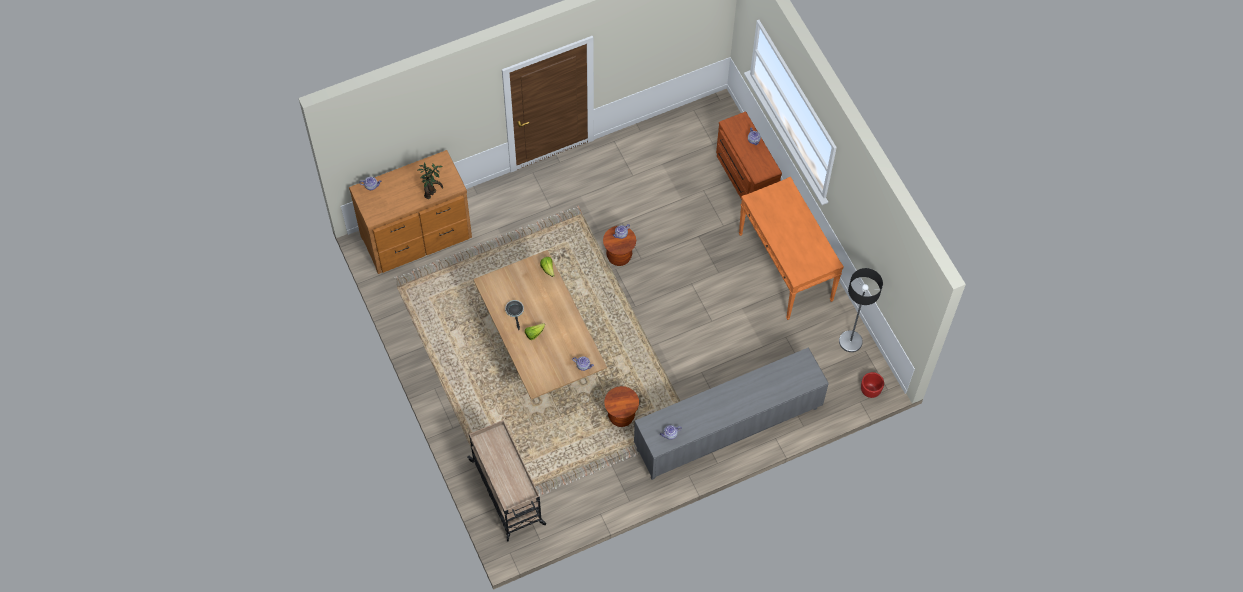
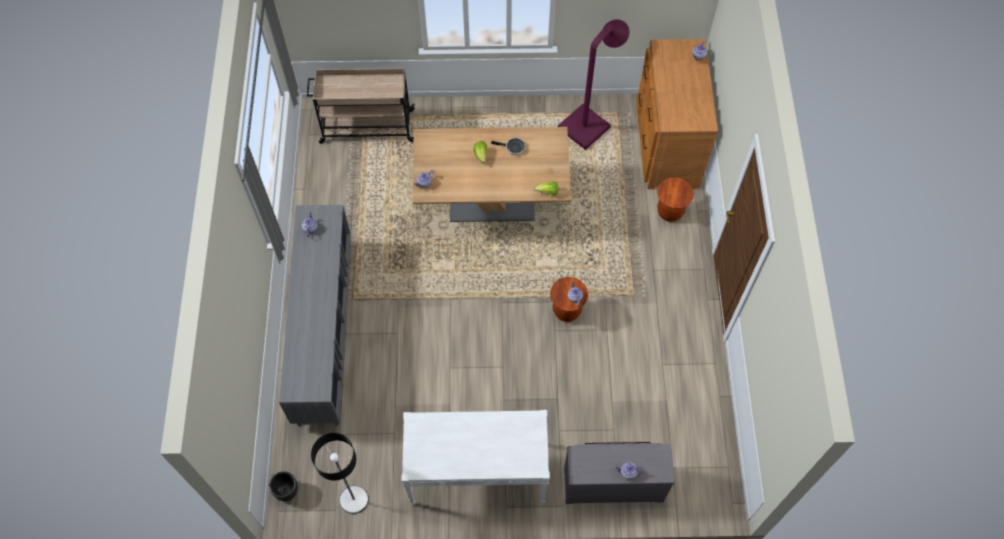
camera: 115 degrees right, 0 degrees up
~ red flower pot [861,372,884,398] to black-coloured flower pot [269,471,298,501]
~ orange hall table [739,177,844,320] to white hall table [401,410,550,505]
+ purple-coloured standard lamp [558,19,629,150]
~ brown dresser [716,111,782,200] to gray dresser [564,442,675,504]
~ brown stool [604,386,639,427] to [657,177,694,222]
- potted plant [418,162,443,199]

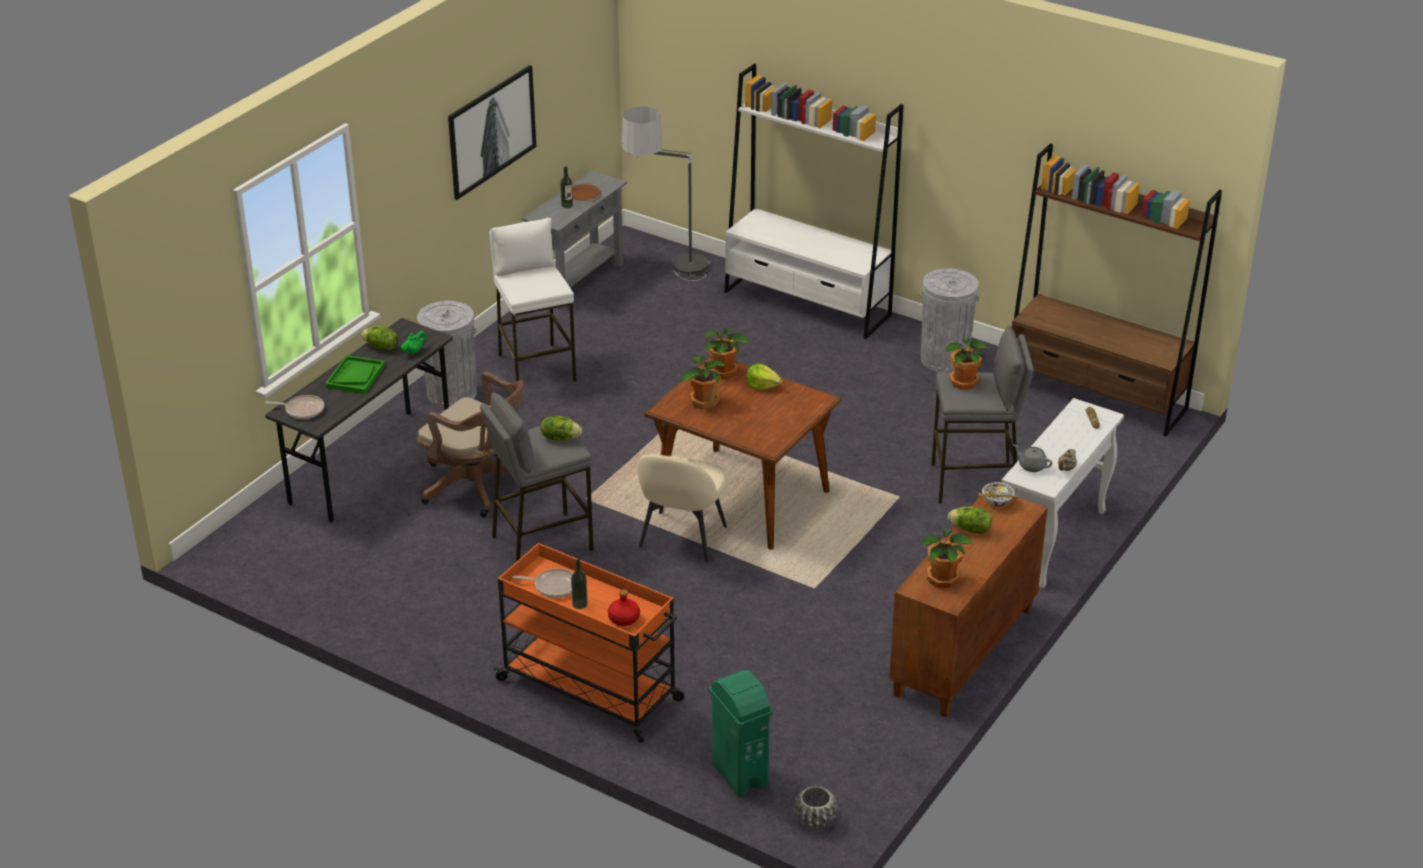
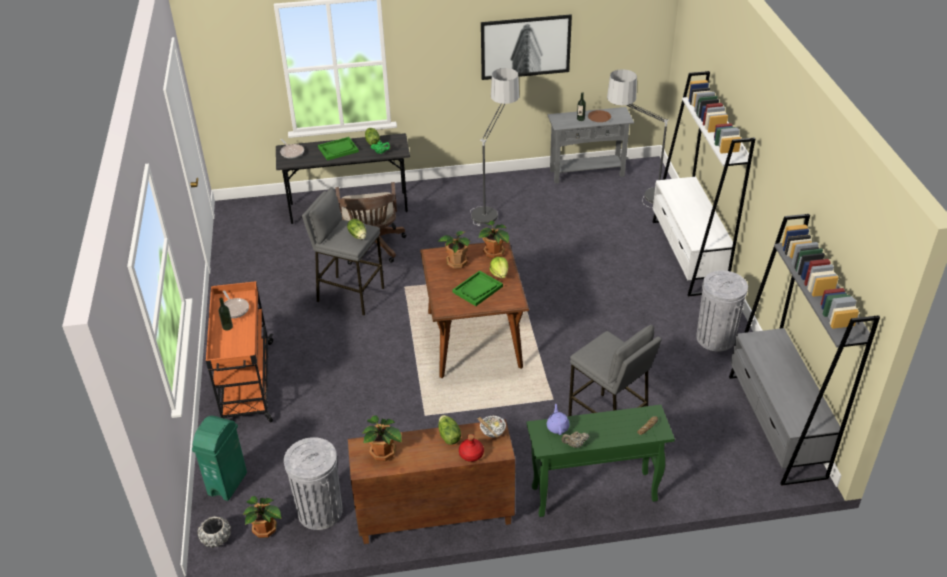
camera: 50 degrees right, 5 degrees up
~ potted plant [946,338,987,390] to [243,496,281,538]
~ gray waste bin [417,301,477,407] to [284,437,343,530]
+ green-coloured serving tray [453,271,503,306]
~ red bottle [608,589,640,626] to [459,434,484,462]
~ white stool [489,218,576,382] to standard lamp [470,68,519,226]
~ white hall table [1001,398,1124,588] to green-coloured hall table [527,405,675,517]
~ gray pot for tea [1013,444,1052,472] to purple-coloured pot for tea [547,404,570,435]
~ brown bookshelf [1012,143,1222,437] to gray bookshelf [729,214,880,486]
- beige upright chair [637,454,727,562]

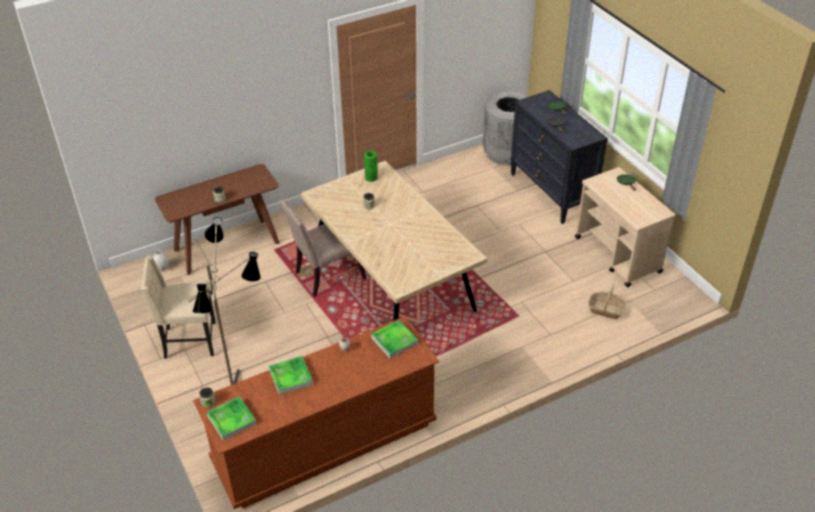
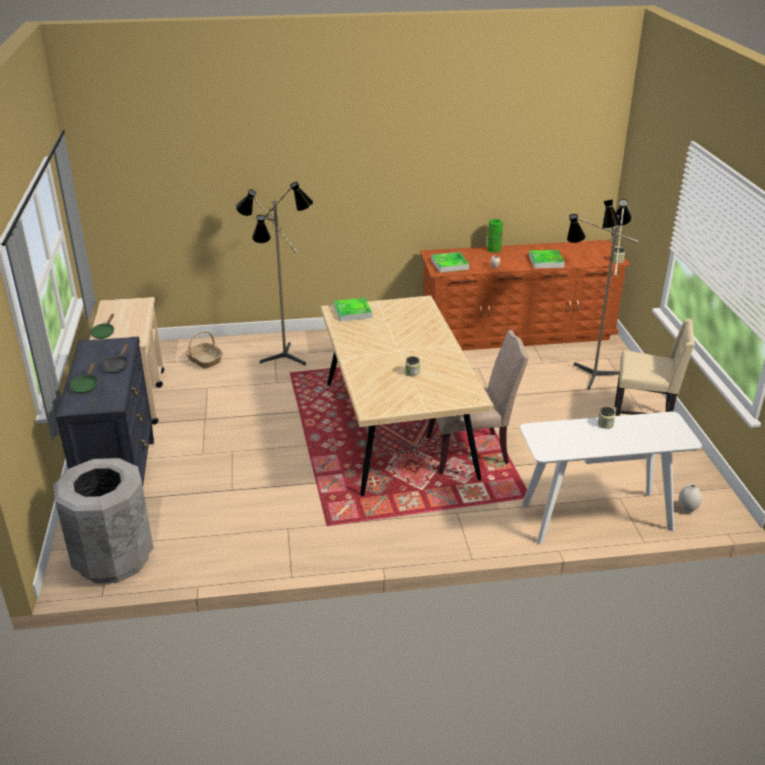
camera: 160 degrees left, 10 degrees down
+ standard lamp [236,182,313,366]
~ serving tray [207,396,256,441] to [334,298,372,321]
~ green-coloured vase [364,151,378,182] to [488,219,503,253]
~ brown hall table [155,164,280,275] to white hall table [520,412,702,544]

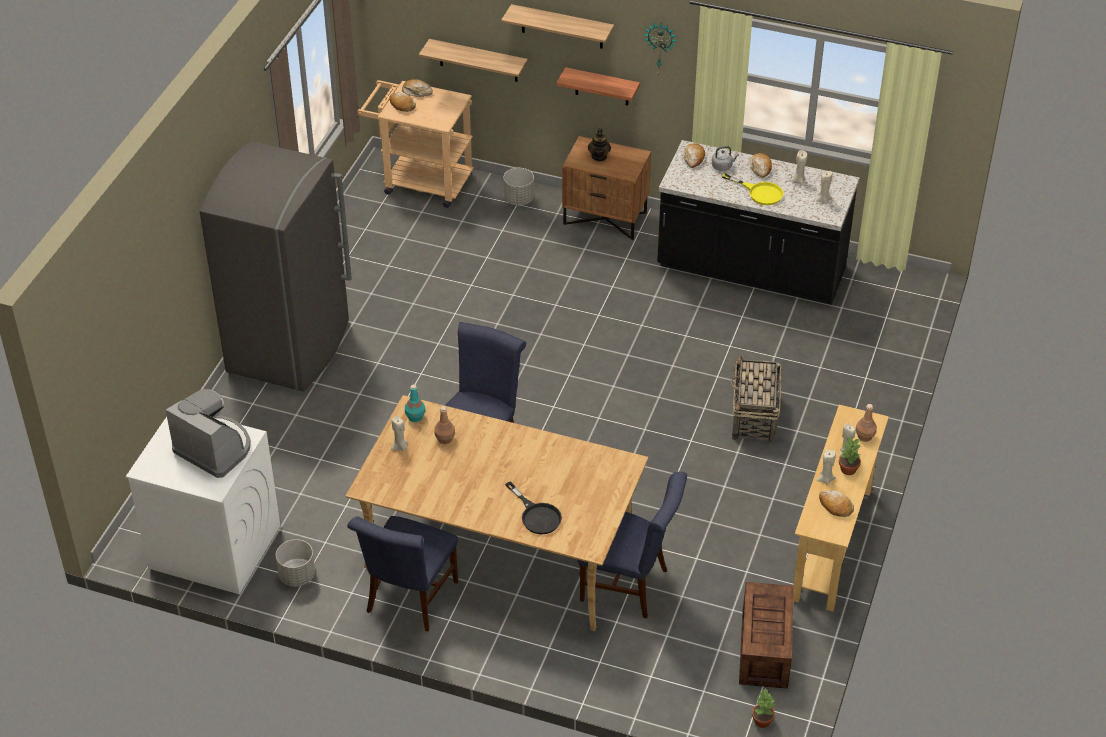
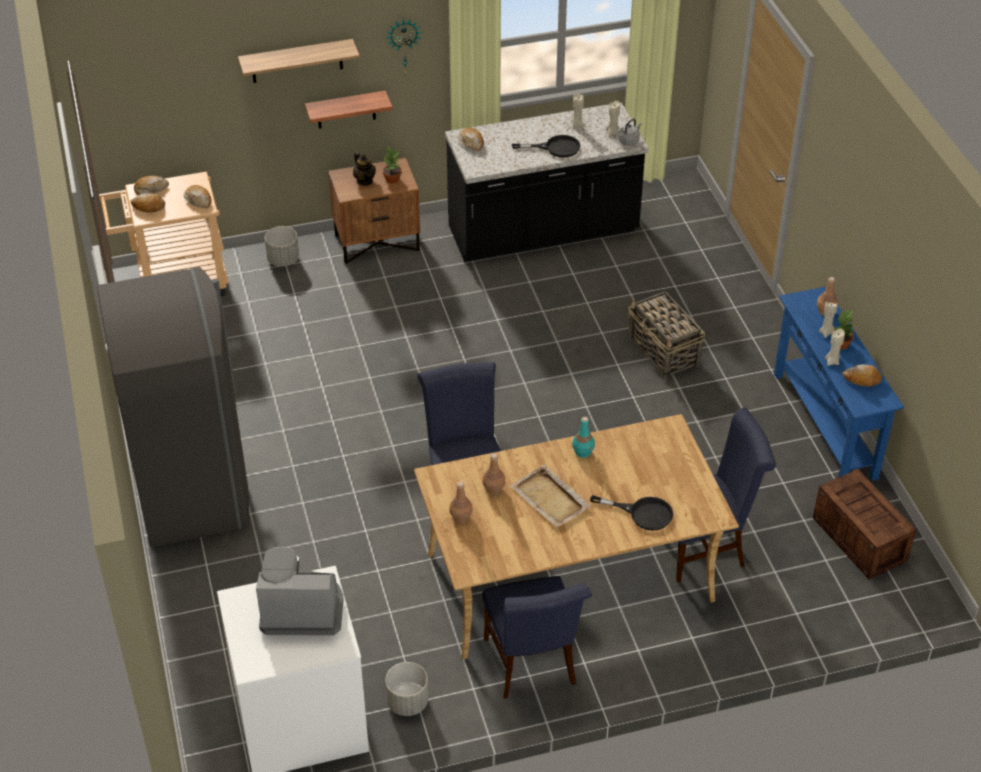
camera: 35 degrees left, 0 degrees up
~ bakery bread [749,153,772,178] to [184,185,211,208]
~ potted plant [752,687,776,728] to [383,145,402,184]
~ beige wax candle [391,416,407,451] to brown bottle [449,482,473,523]
+ beige serving tray [510,465,591,527]
~ yellowish frying pan [722,173,784,205] to black-coloured frying pan [512,135,580,158]
~ turquoise-coloured bottle [405,384,425,422] to [572,417,595,458]
~ gray water kettle [712,146,739,171] to [618,119,641,146]
~ beige hall table [793,404,889,612] to blue-coloured hall table [774,287,904,481]
- wall shelf [419,39,528,82]

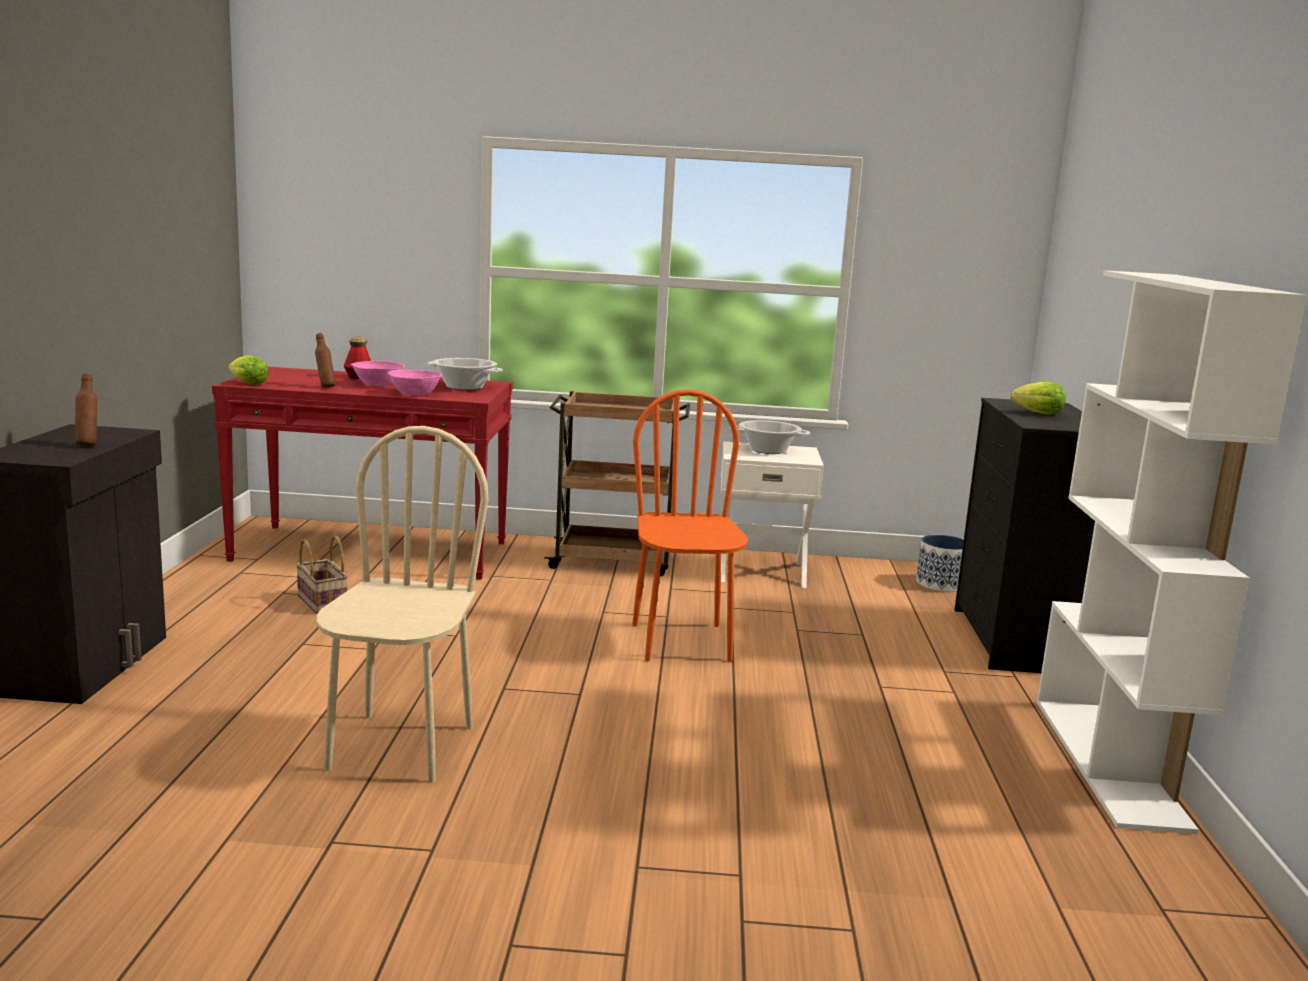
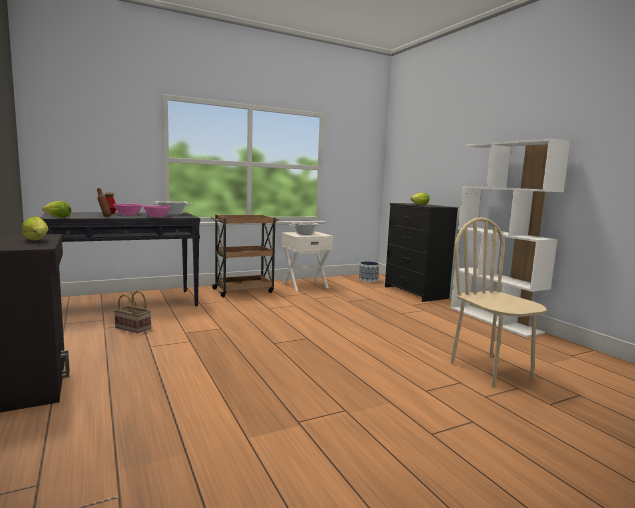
camera: 30 degrees left, 5 degrees down
~ brown bottle [75,373,97,446] to lettuce [22,216,49,241]
~ red hall table [212,367,513,580] to black-coloured hall table [40,212,200,306]
~ beige upright chair [316,426,489,783] to [450,217,547,388]
- orange upright chair [632,389,748,661]

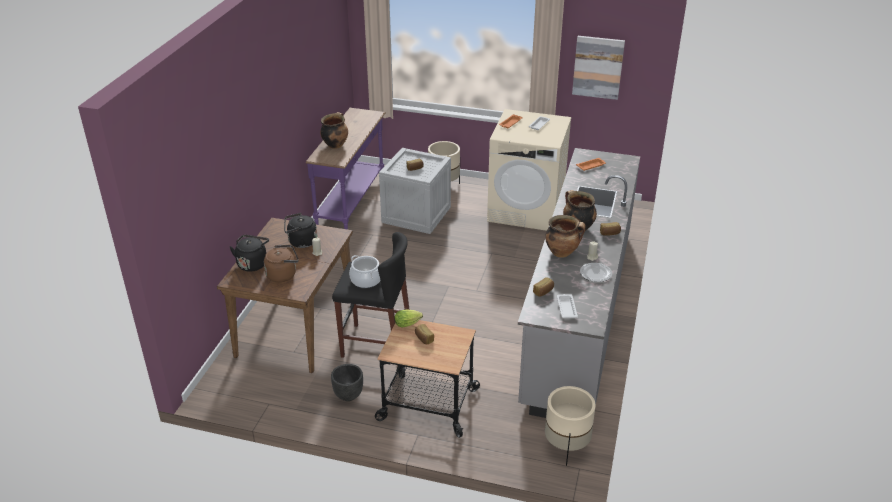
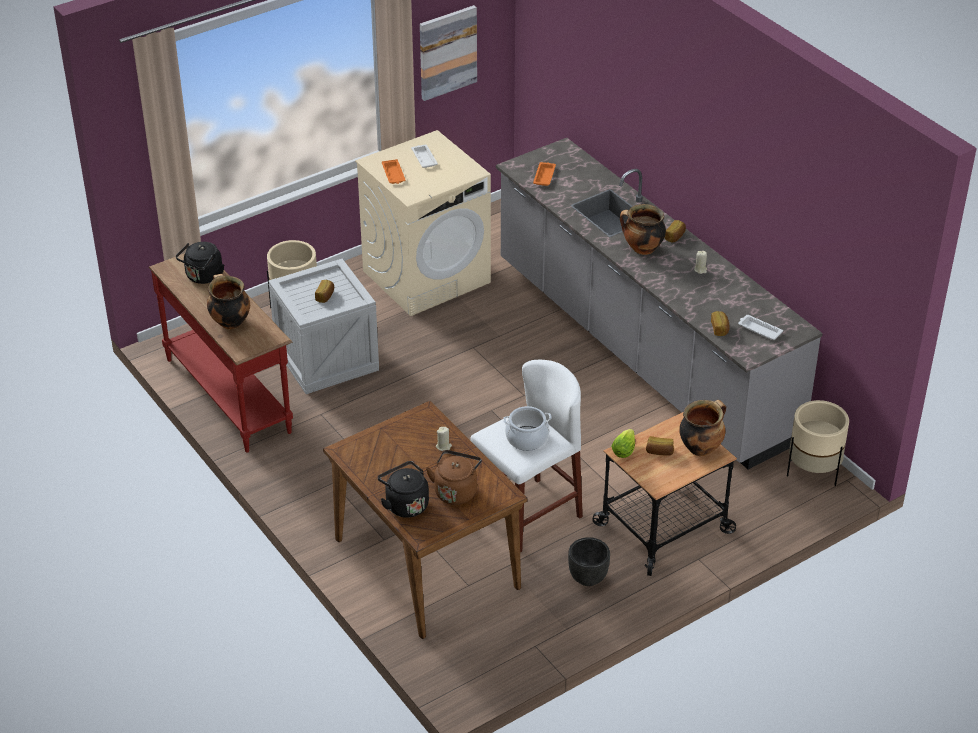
camera: 50 degrees left, 5 degrees up
~ purple-coloured hall table [306,108,386,230] to red hall table [149,253,293,453]
~ black-coloured water kettle [284,213,317,248] to [176,242,224,284]
~ black-coloured stool [332,232,410,366] to white stool [470,360,583,553]
~ cooking pot [545,215,586,258] to [679,400,726,456]
- plate [580,263,613,282]

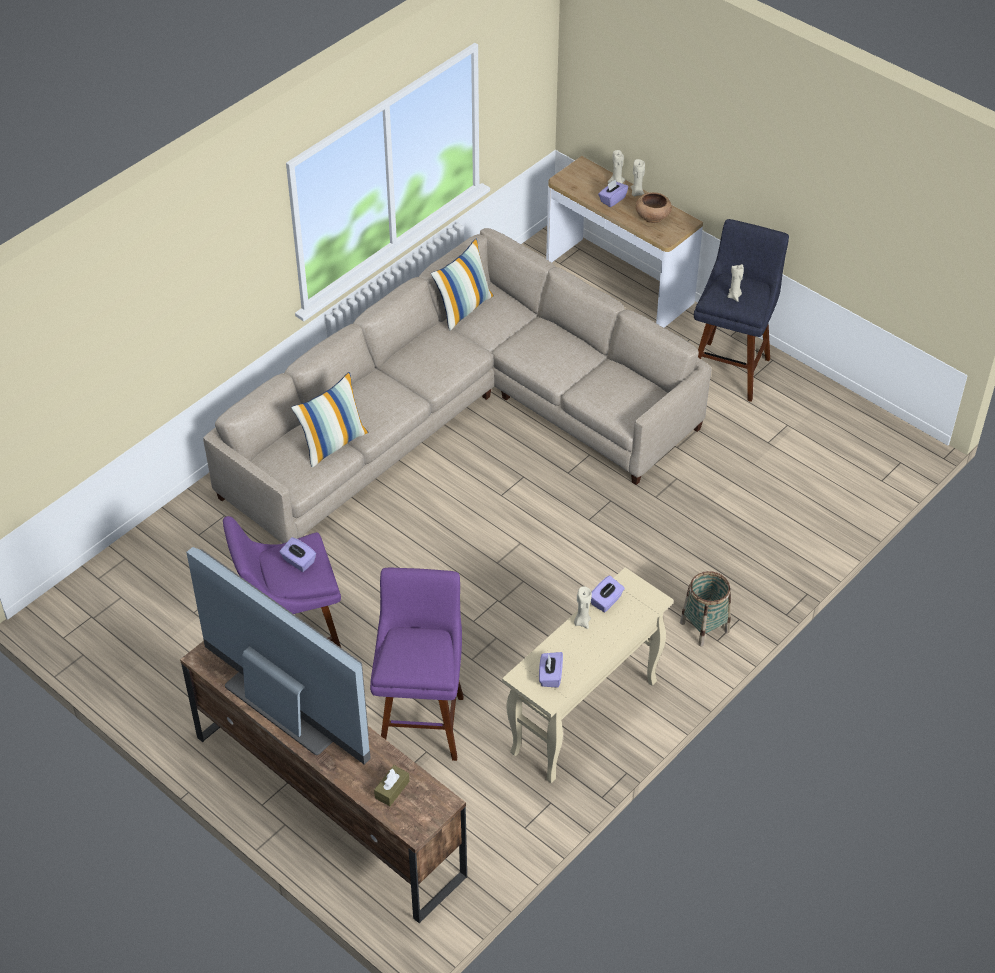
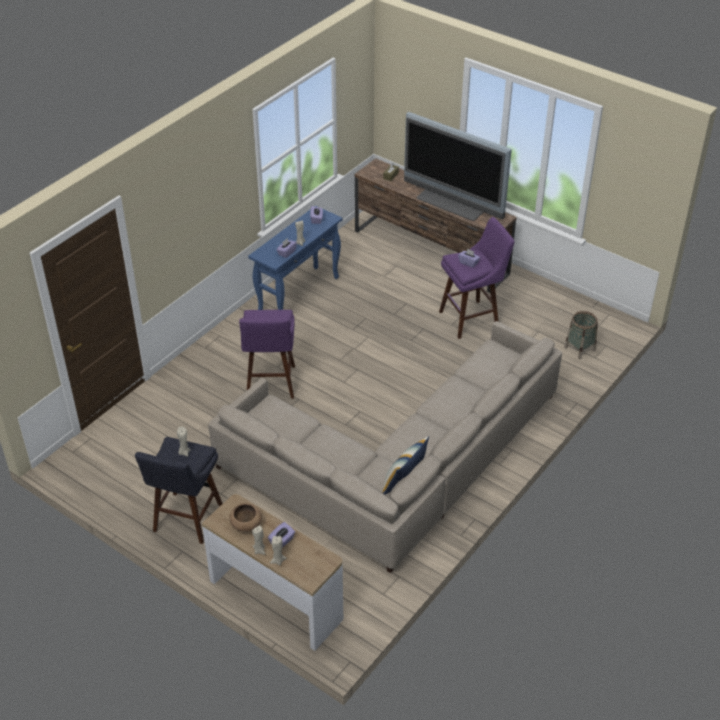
camera: 175 degrees right, 5 degrees down
~ purple-coloured stool [370,568,464,761] to [239,310,295,399]
~ beige hall table [502,567,673,783] to blue-coloured hall table [248,206,343,310]
~ household basket [680,571,731,647] to [564,311,598,359]
- throw pillow [291,372,368,467]

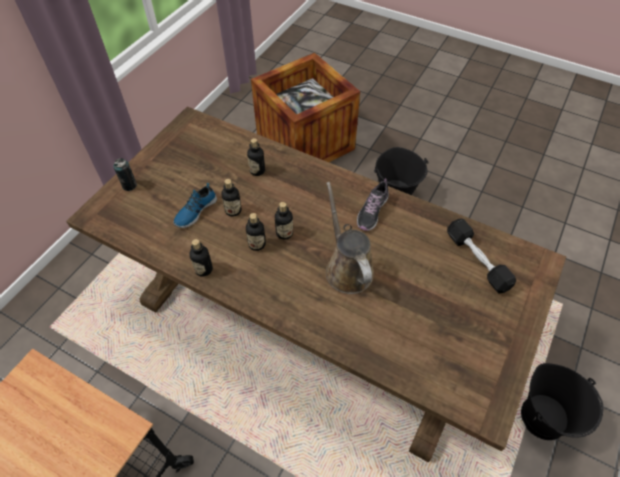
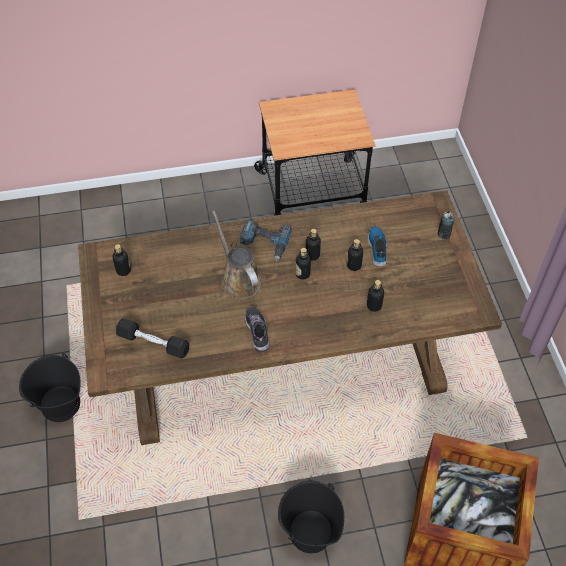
camera: 140 degrees right, 0 degrees up
~ bottle [189,239,213,277] to [112,244,131,276]
~ brown watering pot [326,182,374,294] = [212,210,261,299] 150 degrees counterclockwise
+ power drill [240,220,292,261]

